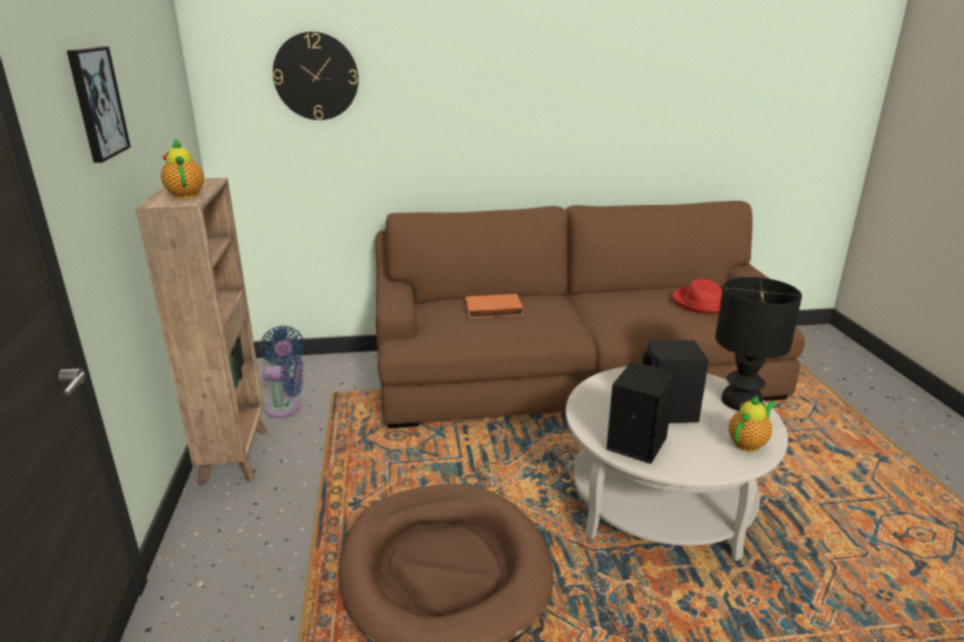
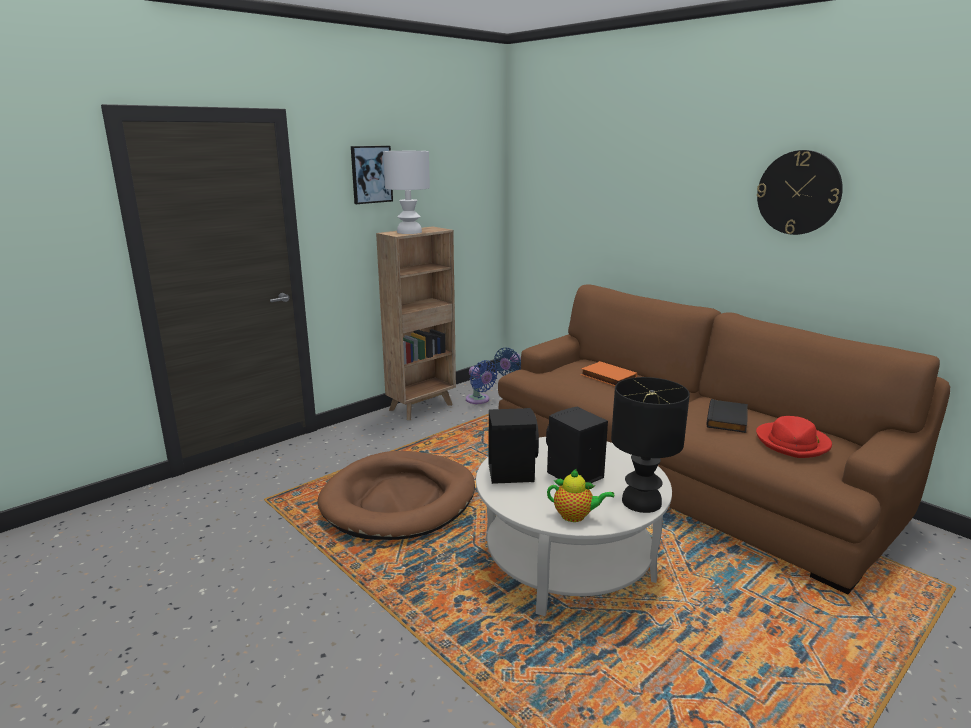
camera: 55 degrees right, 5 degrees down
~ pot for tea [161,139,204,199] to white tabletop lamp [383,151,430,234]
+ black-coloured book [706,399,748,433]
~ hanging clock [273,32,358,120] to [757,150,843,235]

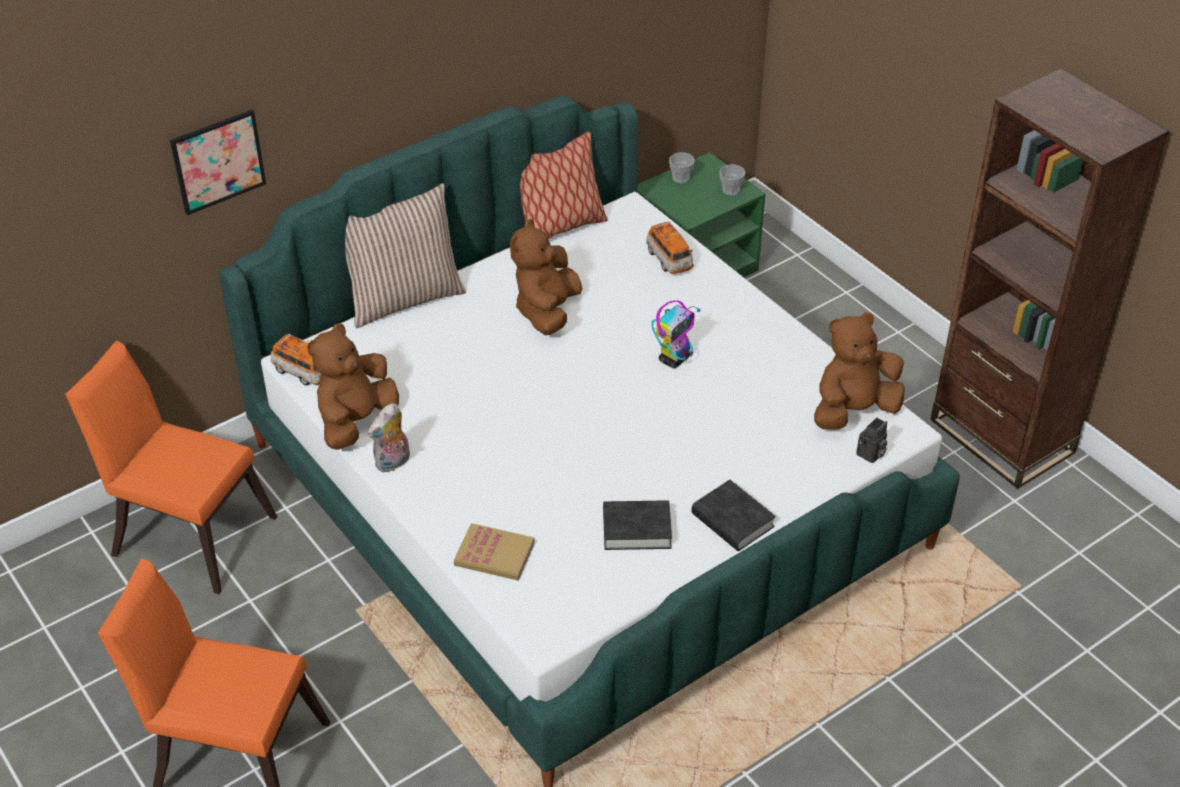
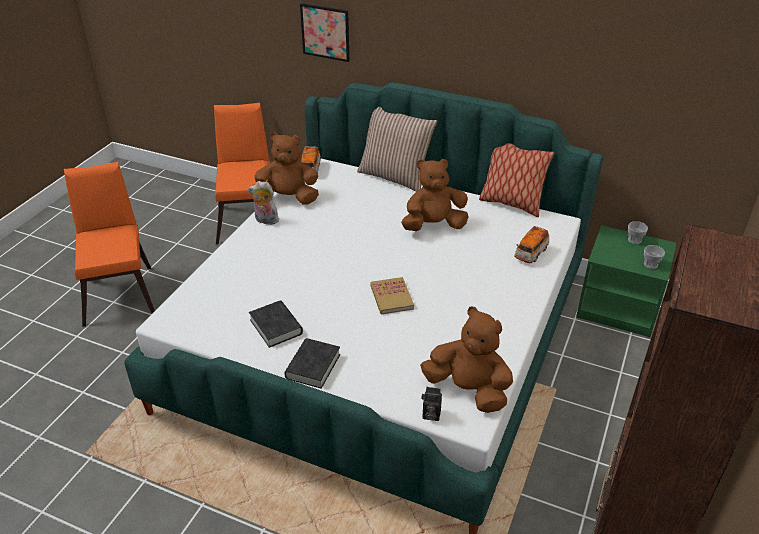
camera: 60 degrees right, 5 degrees down
~ book [454,523,535,580] to [370,277,414,315]
- robot figure [651,300,700,368]

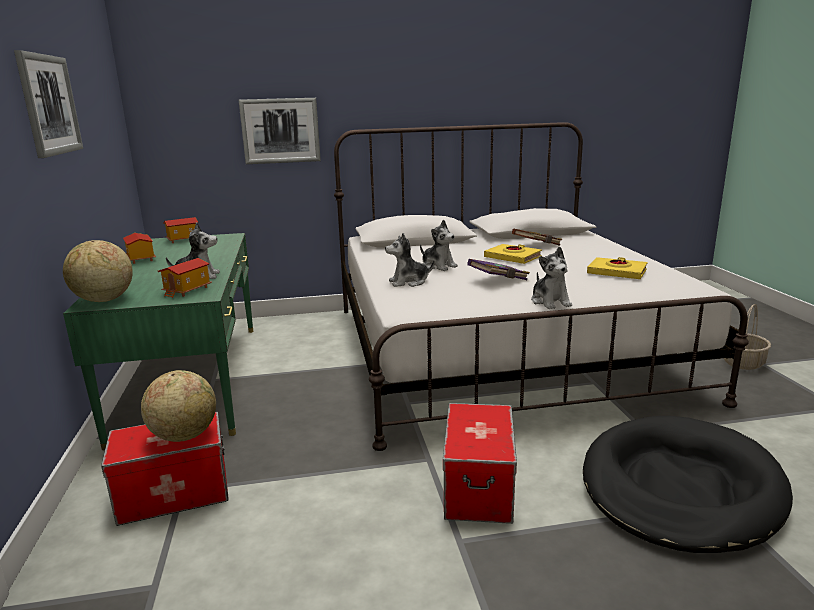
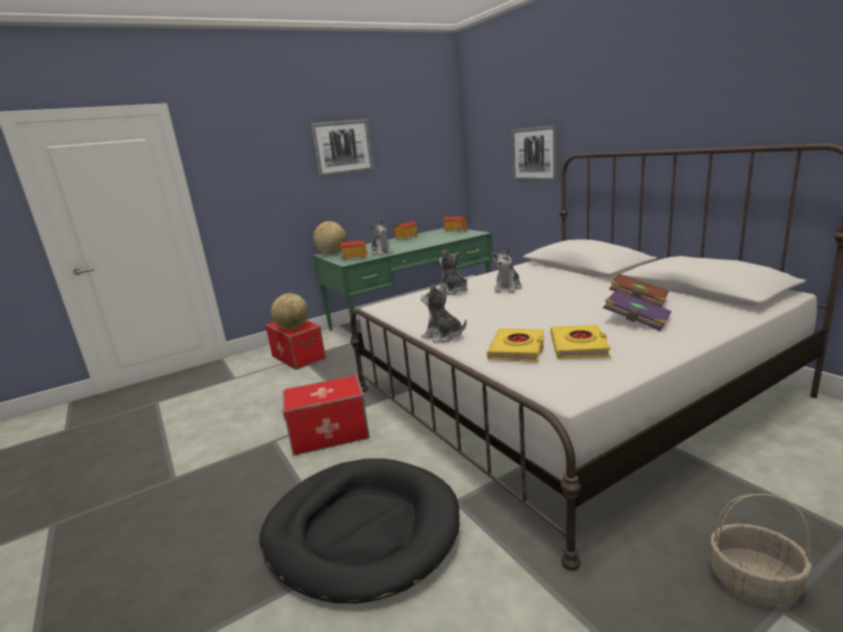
camera: 70 degrees right, 0 degrees up
~ cuddly toy [531,247,572,309] = [421,284,467,343] 75 degrees clockwise
~ yellowish book [484,244,542,264] to [487,328,545,362]
~ purple-coloured book [468,259,530,280] to [603,290,671,331]

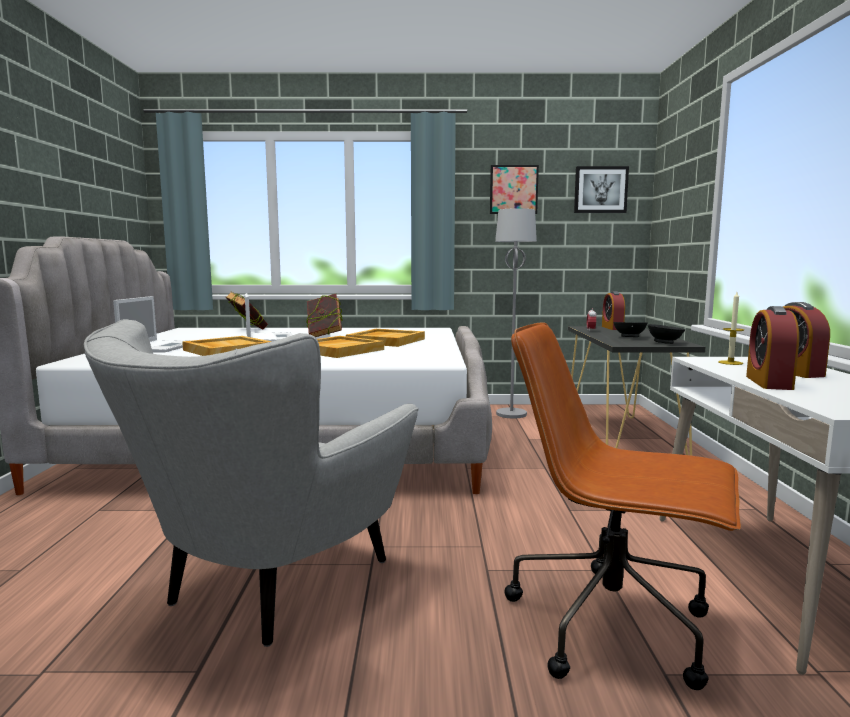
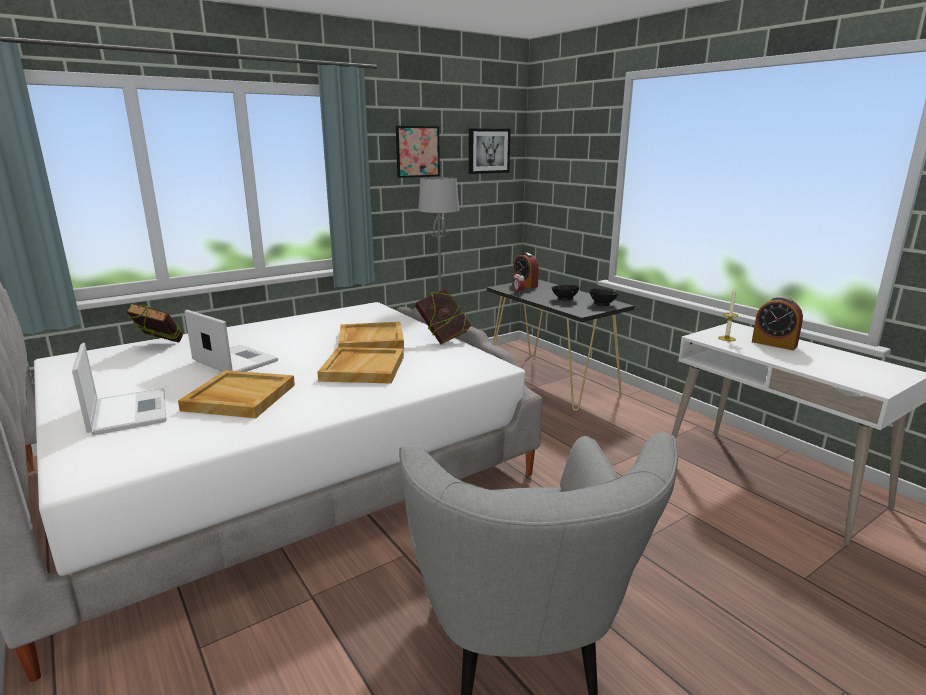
camera: 35 degrees left, 10 degrees up
~ book [306,294,342,337] to [415,288,471,345]
- brown office chair [504,322,741,690]
- table clock [746,306,799,390]

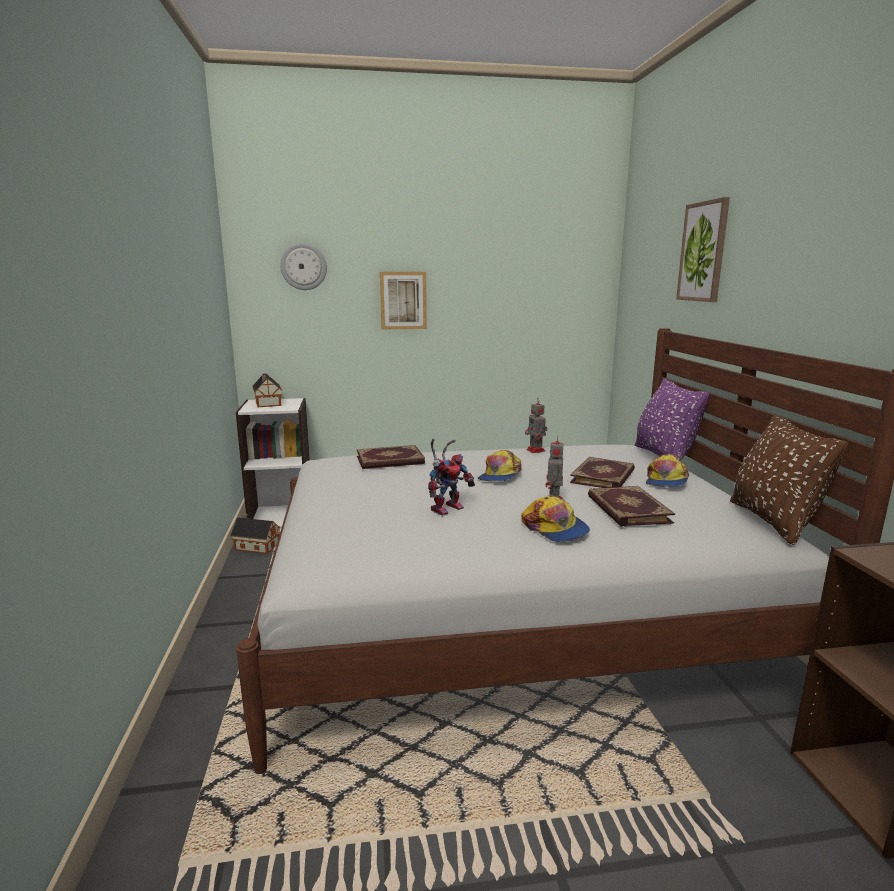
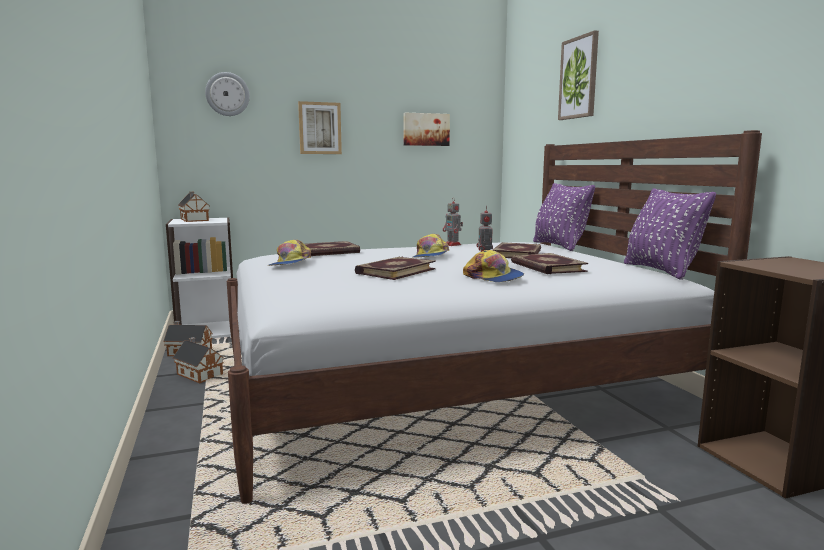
camera: 10 degrees left, 5 degrees down
+ toy house [173,337,225,383]
~ cap [646,454,689,487] to [268,240,311,266]
~ robot figure [428,439,475,516] to book [355,257,436,280]
+ wall picture [403,113,450,146]
~ brown throw pillow [730,415,848,545] to purple-coloured throw pillow [624,189,716,280]

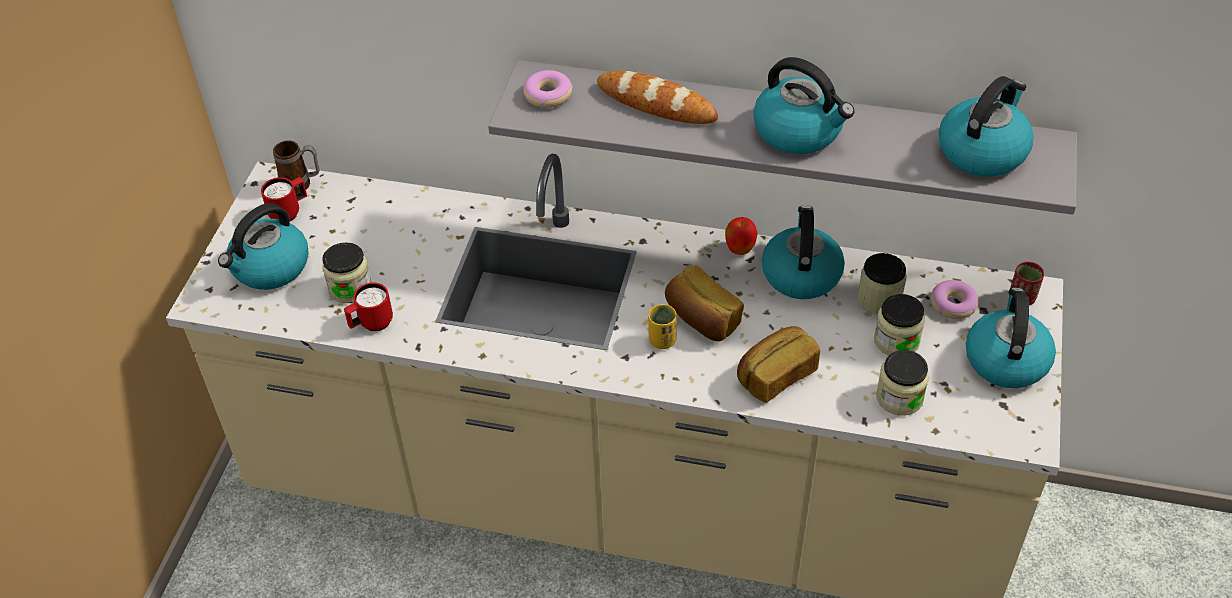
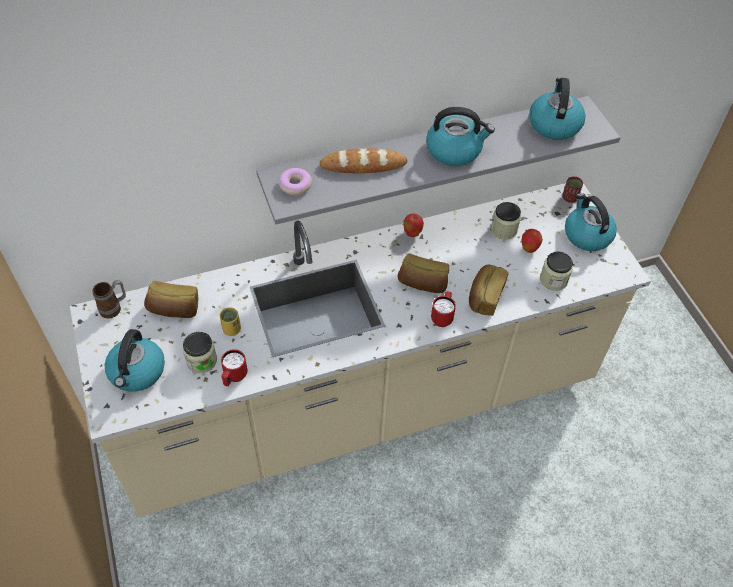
camera: 35 degrees left, 5 degrees up
+ bakery bread [144,281,198,318]
~ yellowish cup [648,304,677,349] to [220,307,241,336]
~ red mug [261,177,307,221] to [431,291,456,327]
~ storage jar [874,294,925,355] to apple [521,229,543,253]
- water kettle [762,205,845,299]
- doughnut [931,280,979,319]

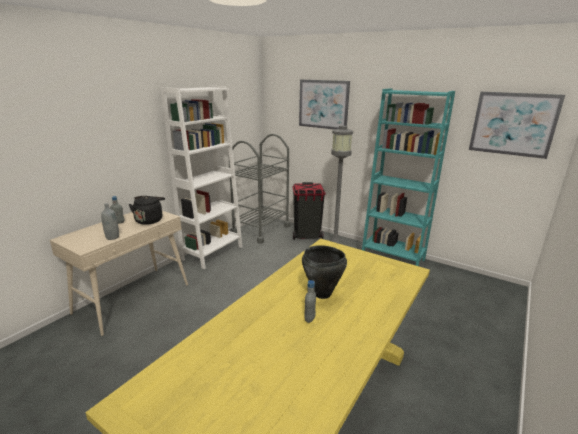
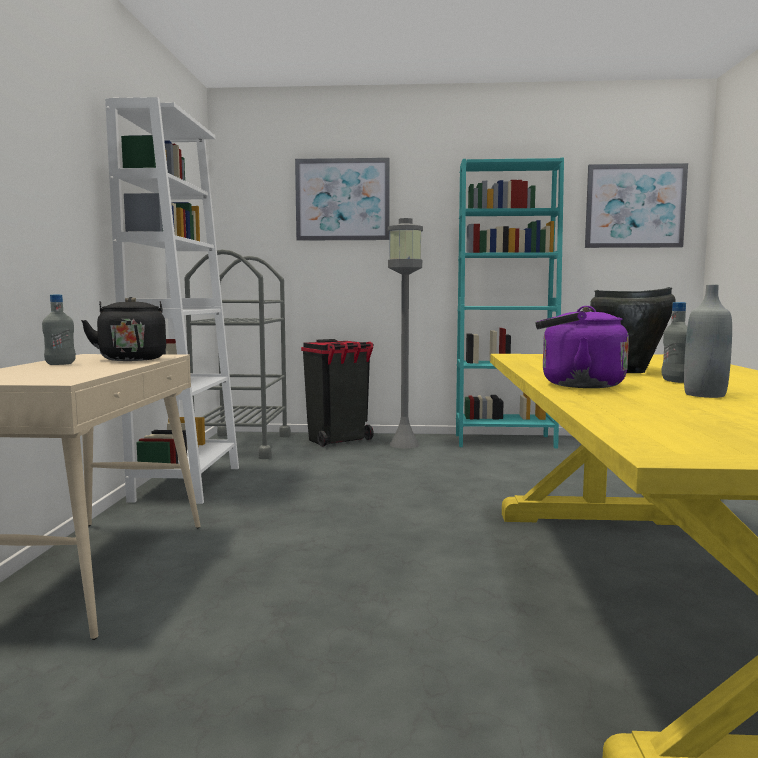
camera: 30 degrees left, 15 degrees down
+ purple-coloured water kettle [535,306,629,388]
~ gray bottle [101,203,119,240] to [684,285,732,398]

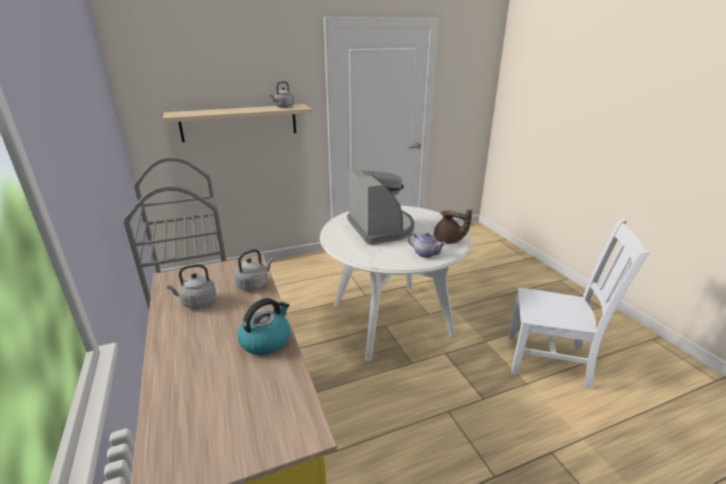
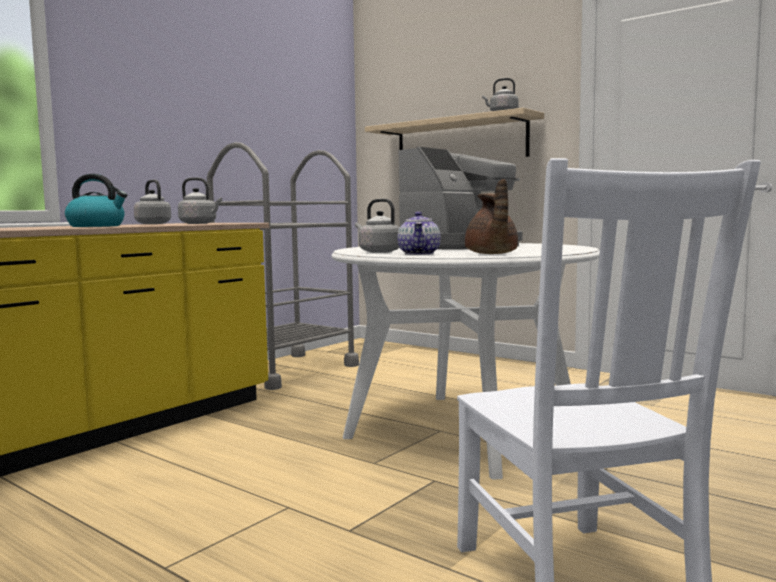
camera: 60 degrees right, 20 degrees down
+ gray water kettle [355,199,400,253]

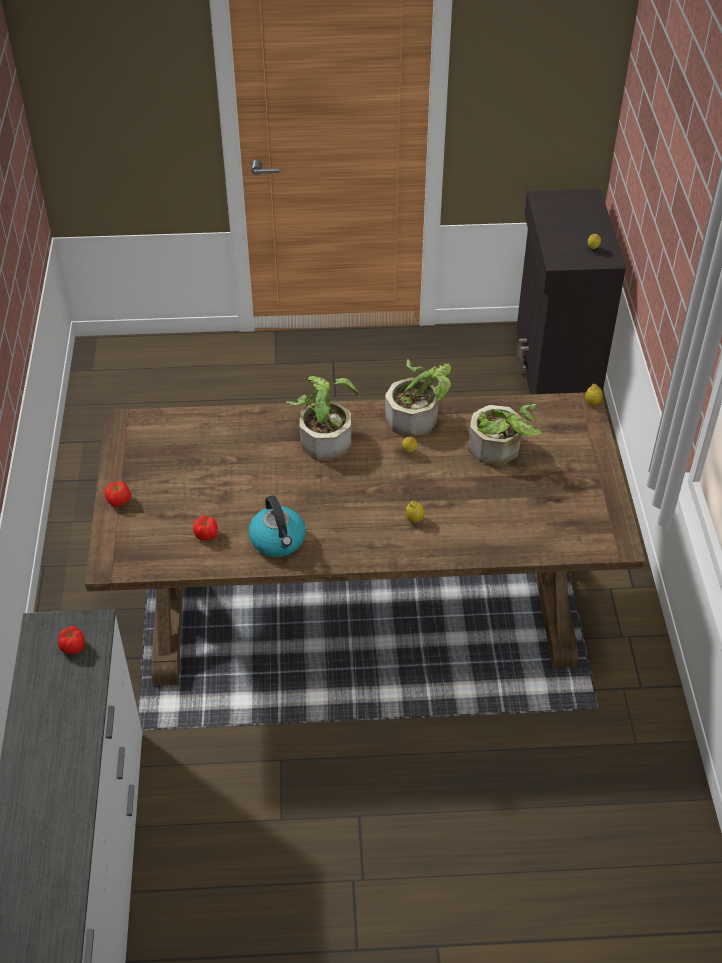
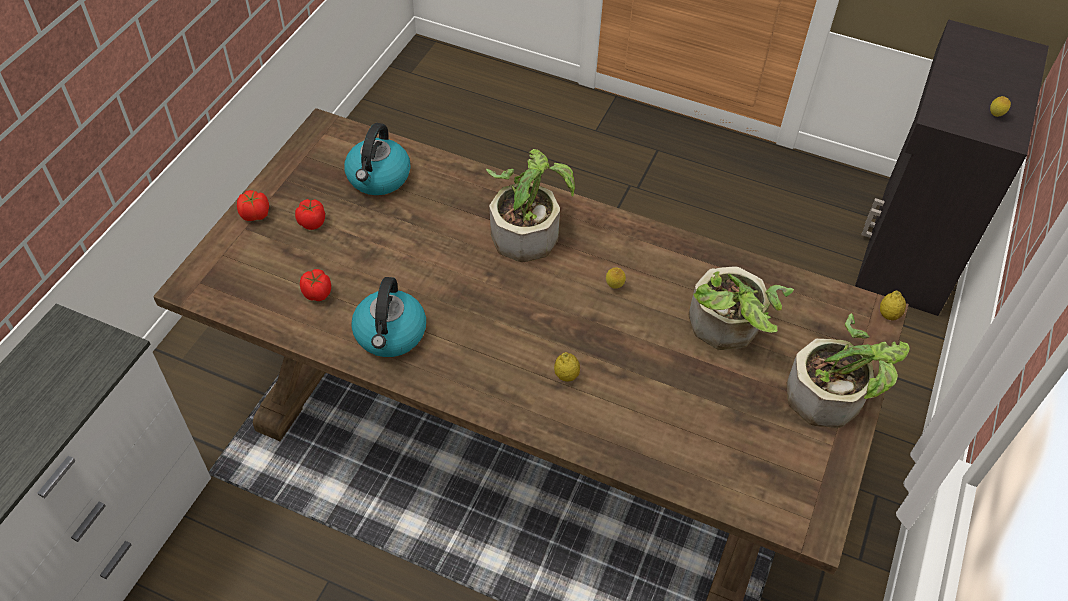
camera: 25 degrees right, 5 degrees up
~ fresh tomato [58,626,85,654] to [295,199,325,230]
+ water kettle [344,123,411,195]
~ potted plant [385,359,451,437] to [787,313,910,428]

